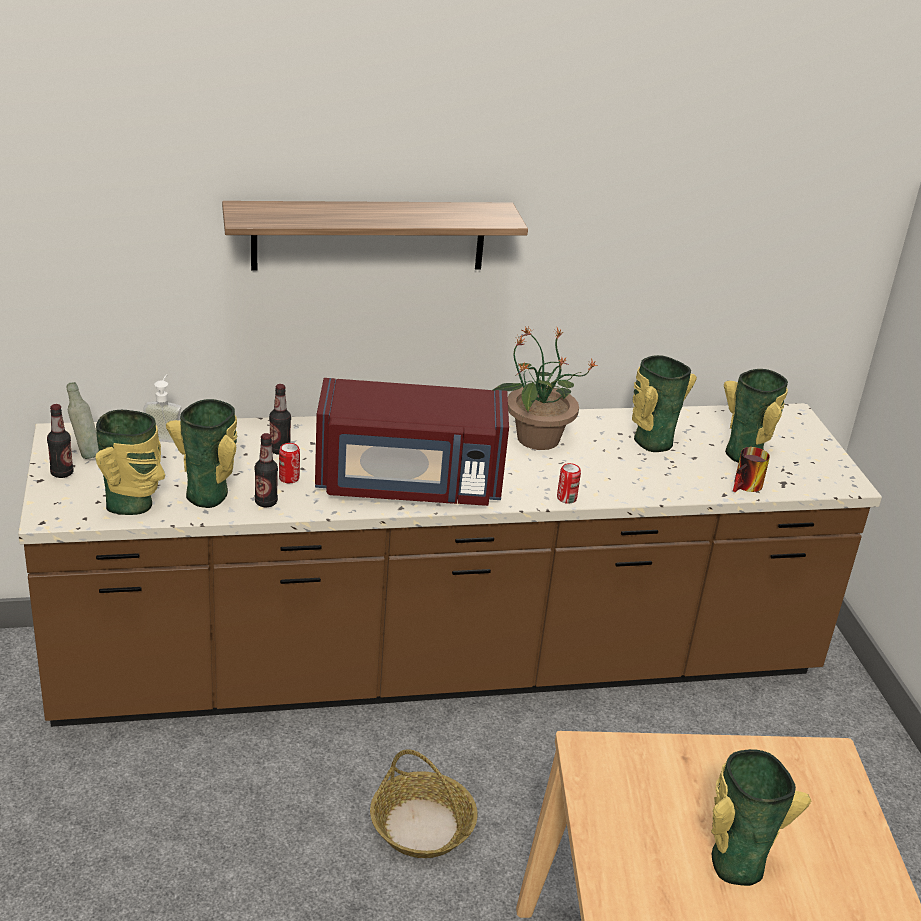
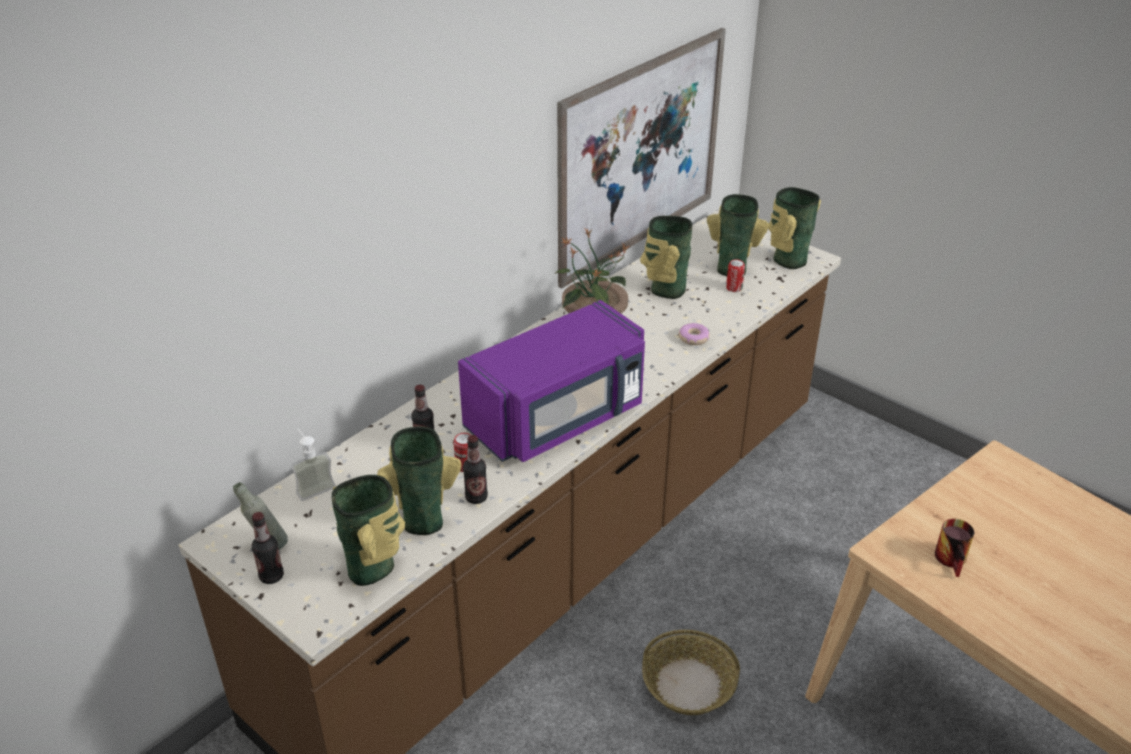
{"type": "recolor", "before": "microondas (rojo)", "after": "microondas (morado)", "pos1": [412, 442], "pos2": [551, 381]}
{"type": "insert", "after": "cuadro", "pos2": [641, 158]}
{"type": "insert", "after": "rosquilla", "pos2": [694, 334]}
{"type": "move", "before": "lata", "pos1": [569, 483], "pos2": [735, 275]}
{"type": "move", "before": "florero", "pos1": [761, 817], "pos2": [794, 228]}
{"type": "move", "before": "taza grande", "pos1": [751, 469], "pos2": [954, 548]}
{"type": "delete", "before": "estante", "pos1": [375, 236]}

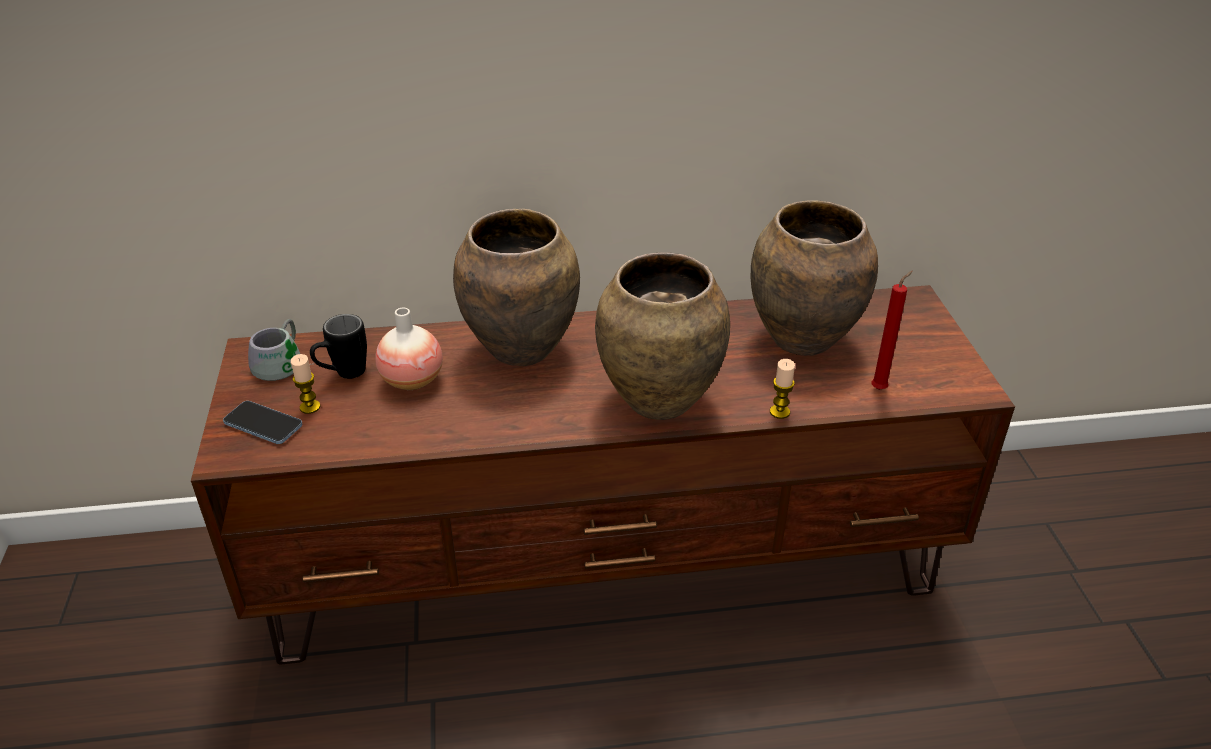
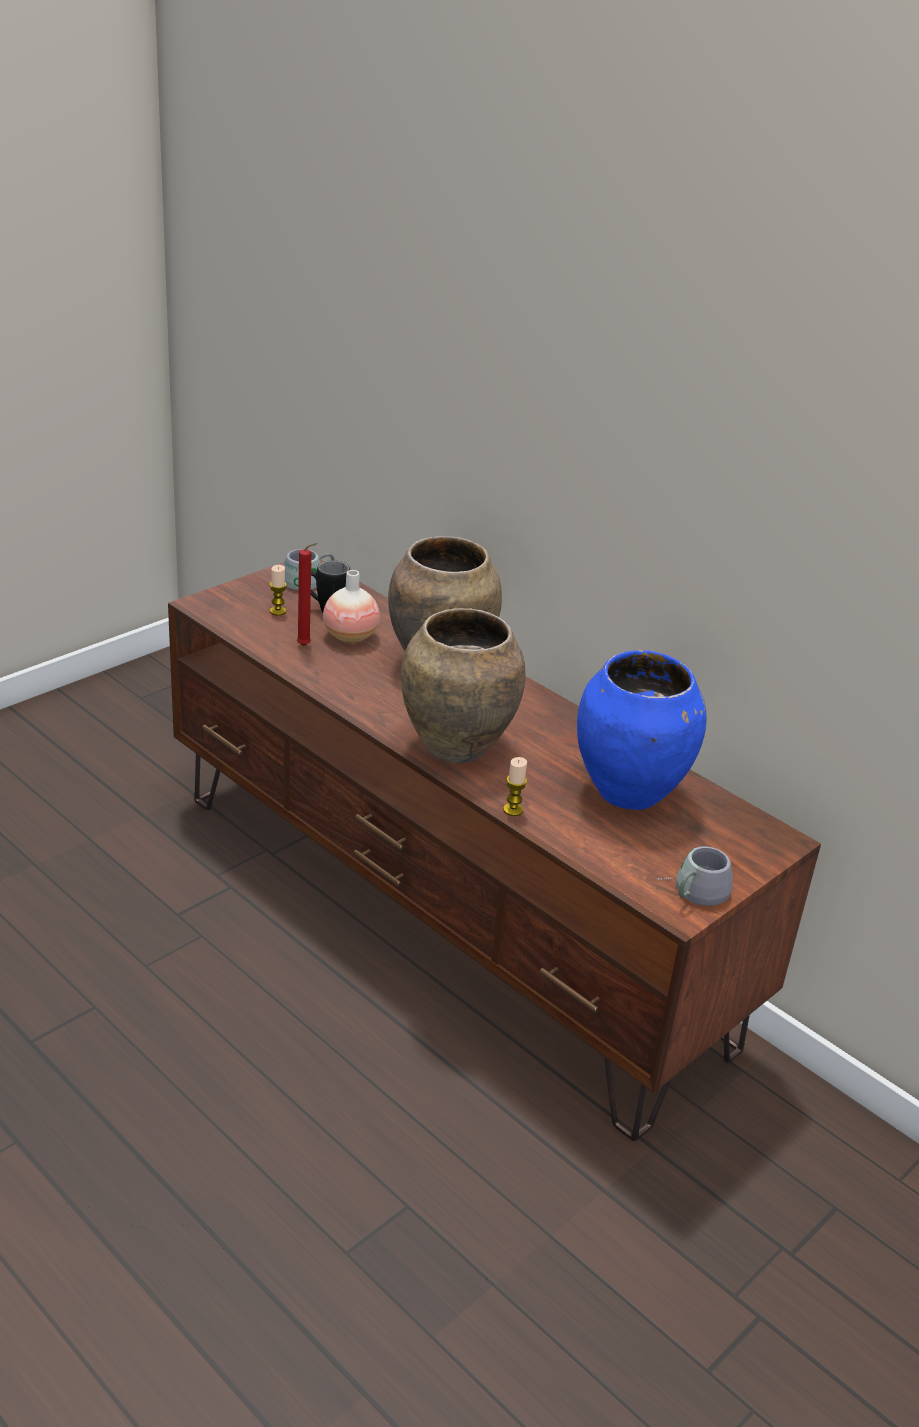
{"type": "move", "before": "vela (rojo)", "pos1": [892, 330], "pos2": [307, 594]}
{"type": "recolor", "before": "florero (marrón)", "after": "florero (azul)", "pos1": [814, 278], "pos2": [641, 730]}
{"type": "insert", "after": "taza grande (gris)", "pos2": [694, 876]}
{"type": "delete", "before": "móvil", "pos1": [262, 422]}

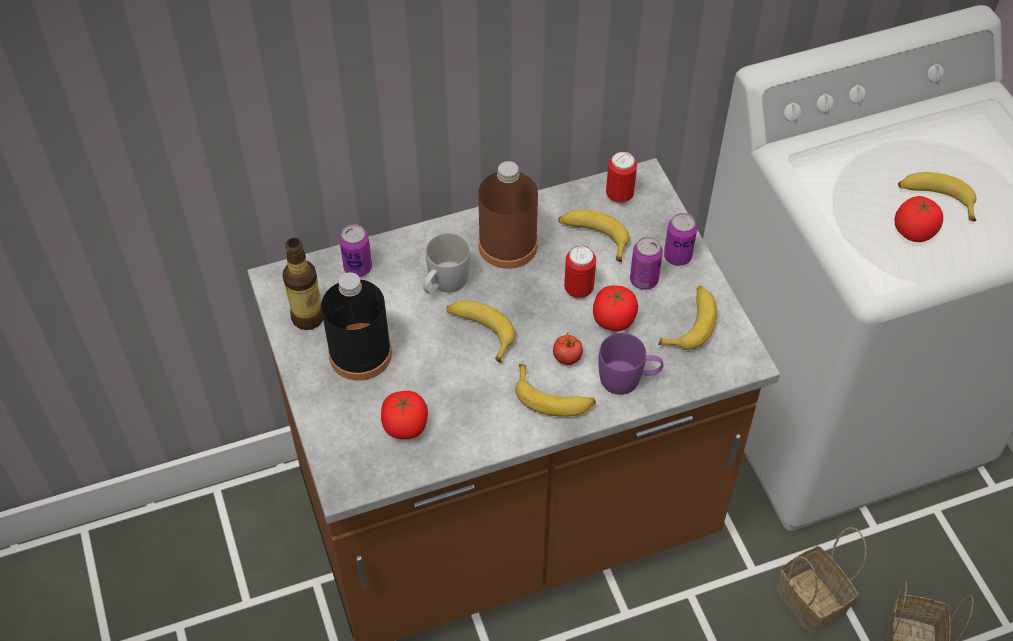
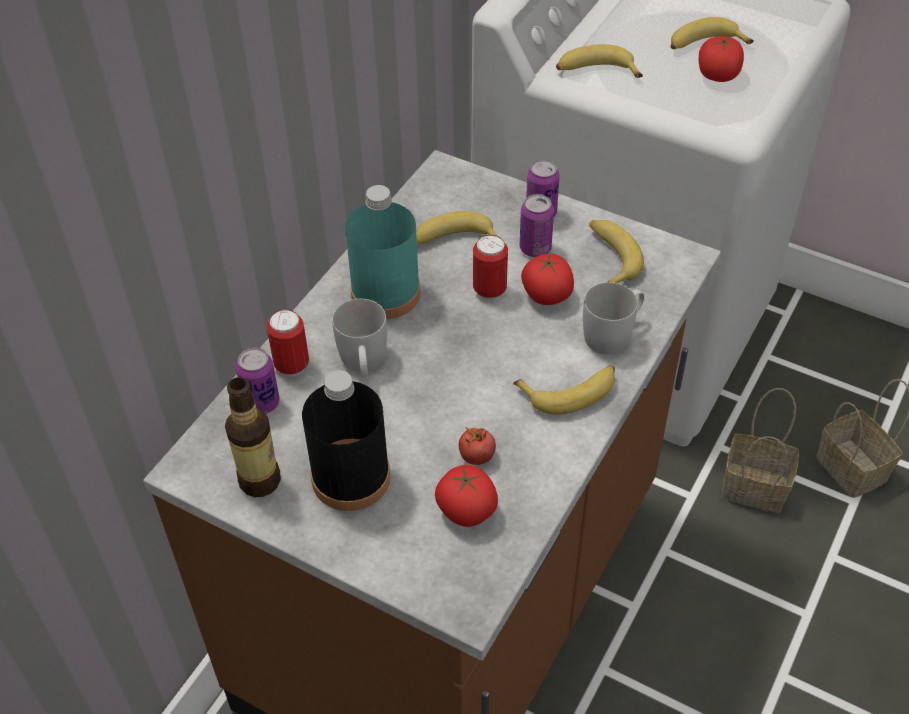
{"type": "move", "before": "lata", "pos1": [621, 177], "pos2": [288, 342]}
{"type": "recolor", "before": "botella (marrón)", "after": "botella (turquesa)", "pos1": [508, 215], "pos2": [383, 252]}
{"type": "move", "before": "tomate", "pos1": [568, 348], "pos2": [477, 446]}
{"type": "move", "before": "plátano", "pos1": [480, 331], "pos2": [599, 61]}
{"type": "recolor", "before": "taza grande (morado)", "after": "taza grande (blanco)", "pos1": [630, 364], "pos2": [613, 318]}

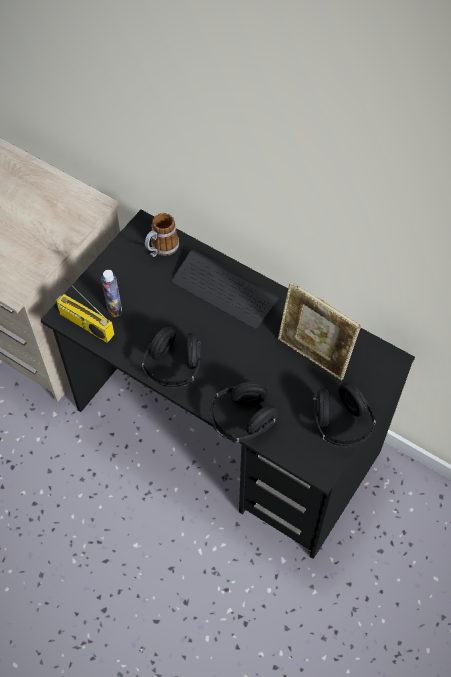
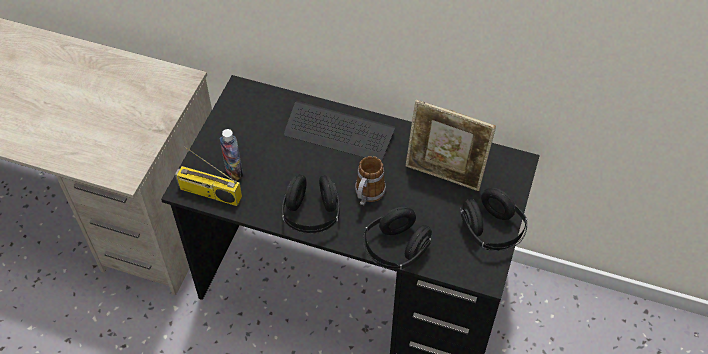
{"type": "move", "before": "taza grande", "pos1": [162, 235], "pos2": [370, 180]}

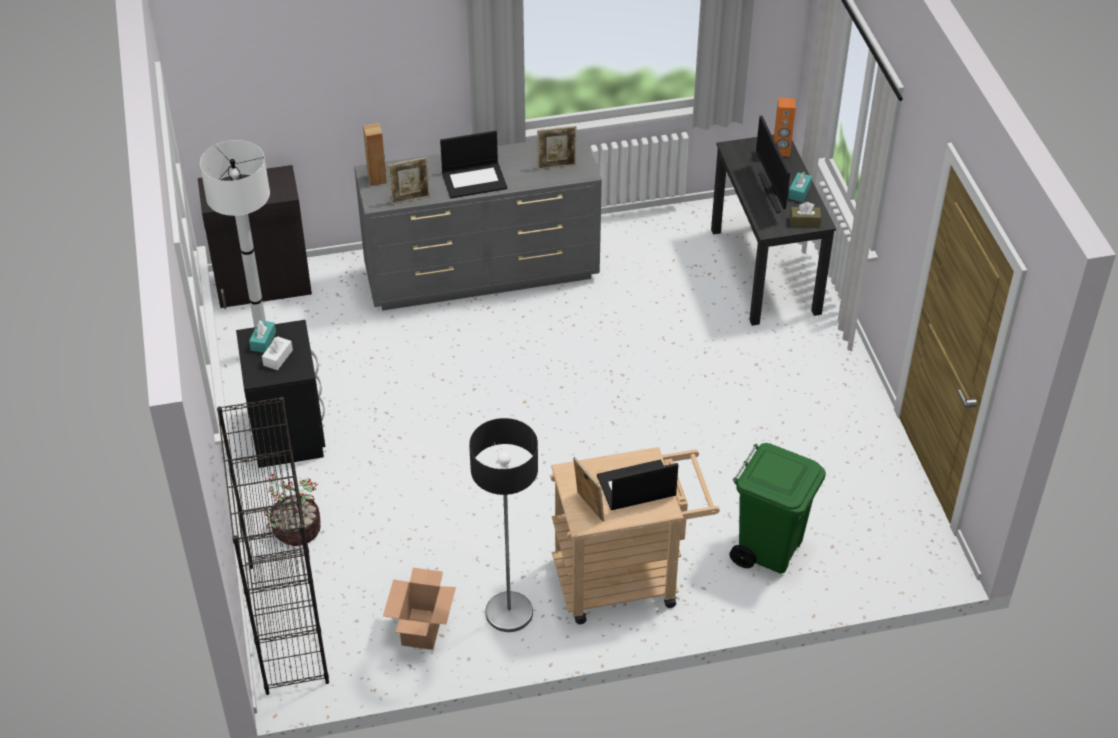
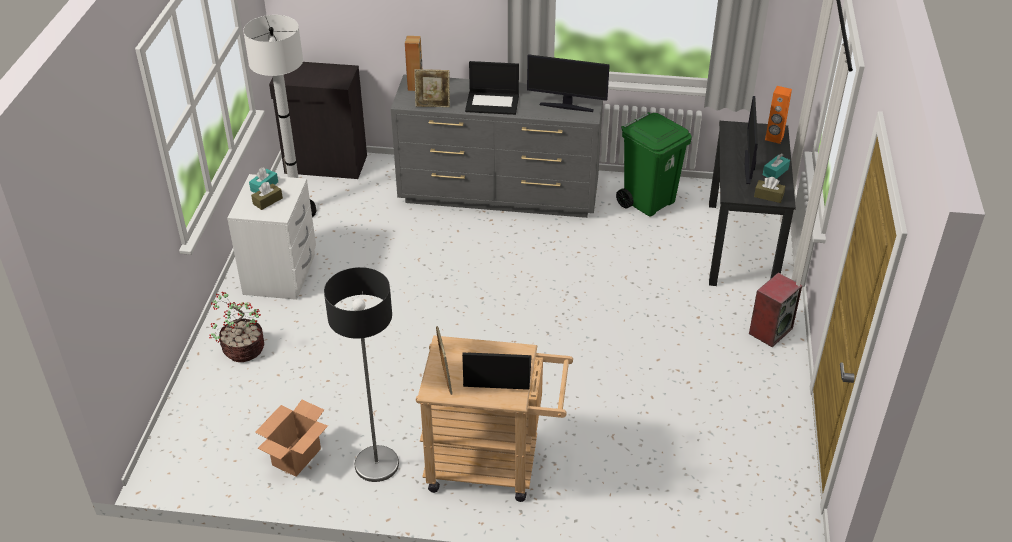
{"type": "recolor", "before": "mesita de noche (negro)", "after": "mesita de noche (blanco)", "pos1": [280, 394], "pos2": [271, 237]}
{"type": "recolor", "before": "caja de pañuelos (blanco)", "after": "caja de pañuelos (marrón)", "pos1": [277, 353], "pos2": [267, 196]}
{"type": "replace", "before": "portarretratos", "after": "monitor", "pos1": [557, 148], "pos2": [568, 83]}
{"type": "move", "before": "papelera (verde)", "pos1": [778, 508], "pos2": [654, 164]}
{"type": "insert", "after": "altavoz", "pos2": [775, 310]}
{"type": "delete", "before": "estantería (negro)", "pos1": [273, 546]}

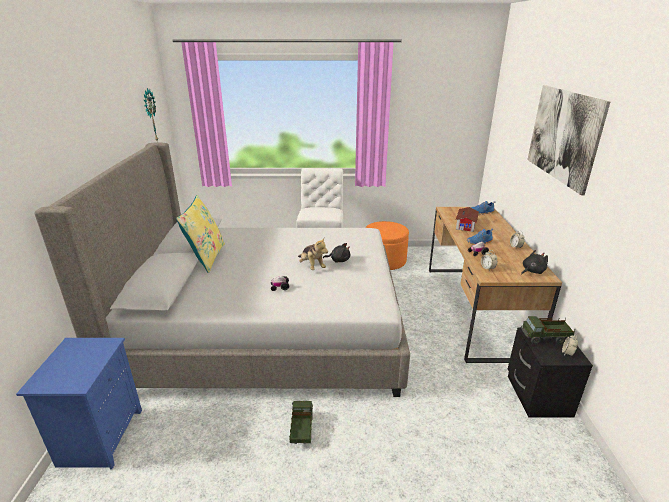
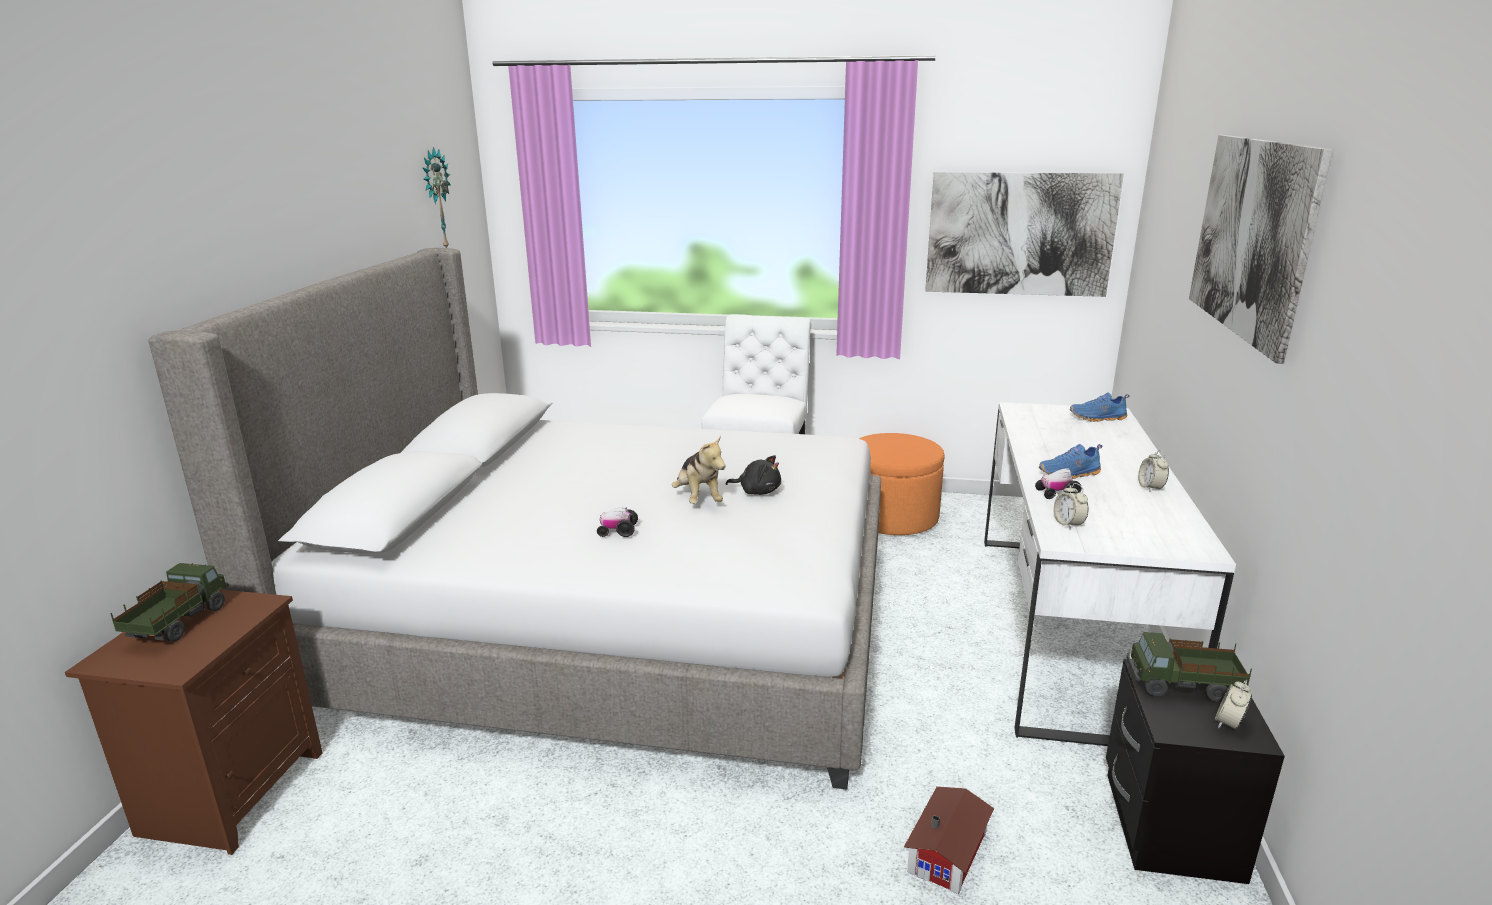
{"type": "recolor", "before": "mesita de noche (azul)", "after": "mesita de noche (marrón)", "pos1": [79, 403], "pos2": [194, 722]}
{"type": "move", "before": "camión de juguete", "pos1": [301, 422], "pos2": [170, 602]}
{"type": "move", "before": "casita", "pos1": [467, 219], "pos2": [949, 840]}
{"type": "insert", "after": "cuadro", "pos2": [1024, 234]}
{"type": "recolor", "before": "escritorio (marrón)", "after": "escritorio (blanco)", "pos1": [495, 285], "pos2": [1110, 574]}
{"type": "delete", "before": "cojín (amarillo)", "pos1": [200, 234]}
{"type": "delete", "before": "peluche (negro)", "pos1": [534, 262]}

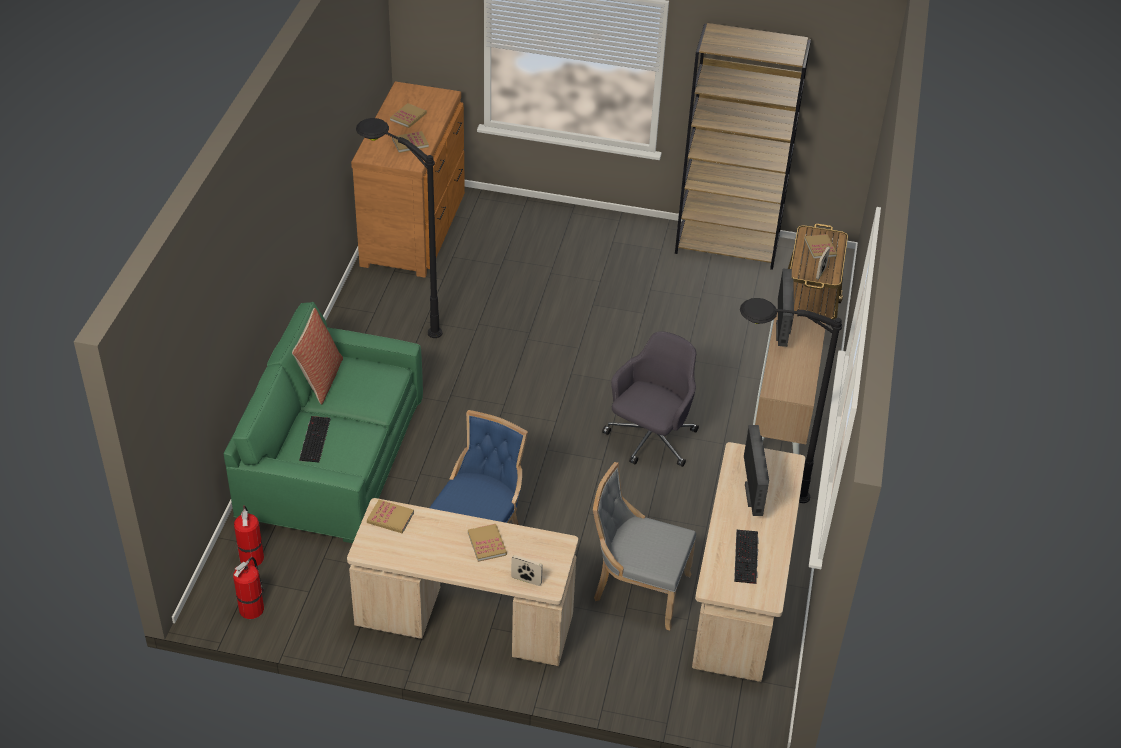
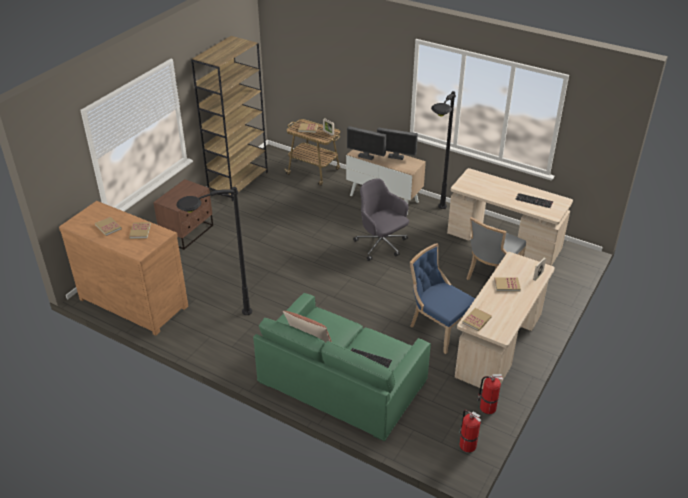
{"type": "insert", "after": "mesita de noche (marrón)", "pos2": [183, 214]}
{"type": "move", "before": "monitor", "pos1": [756, 470], "pos2": [397, 143]}
{"type": "move", "before": "extintor", "pos1": [249, 536], "pos2": [490, 394]}

